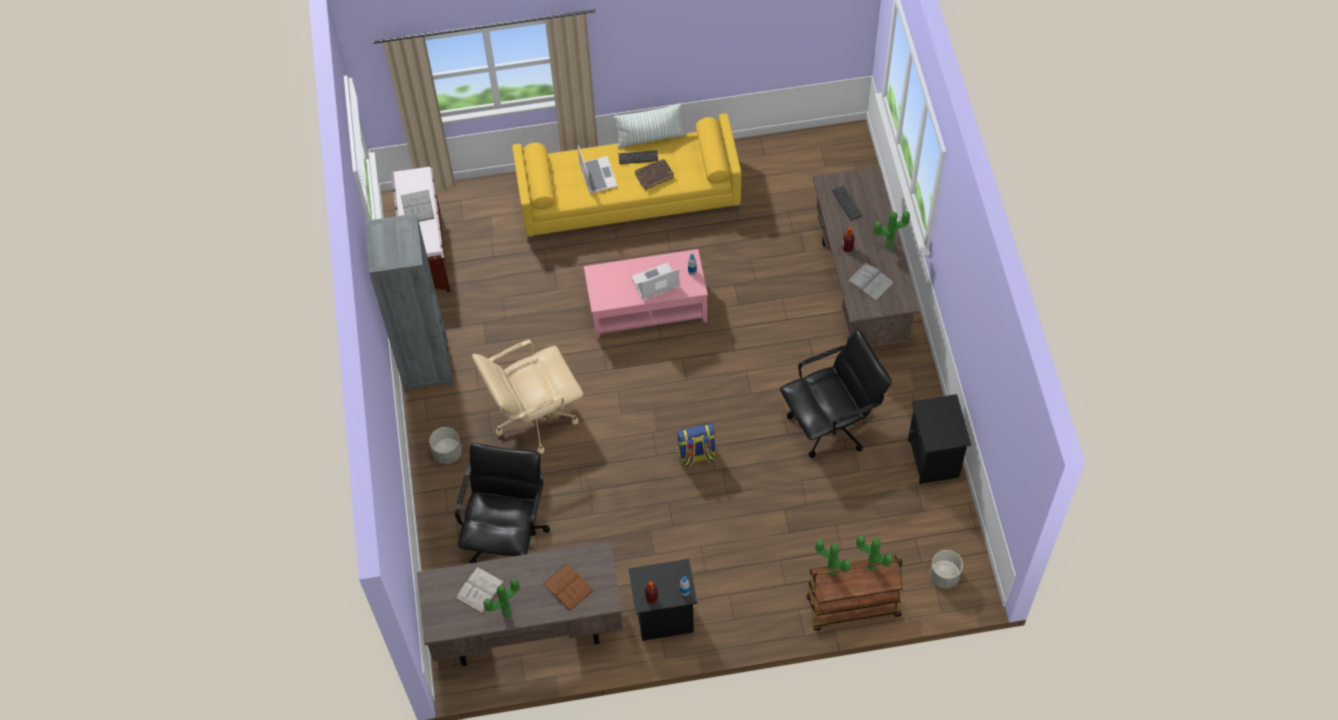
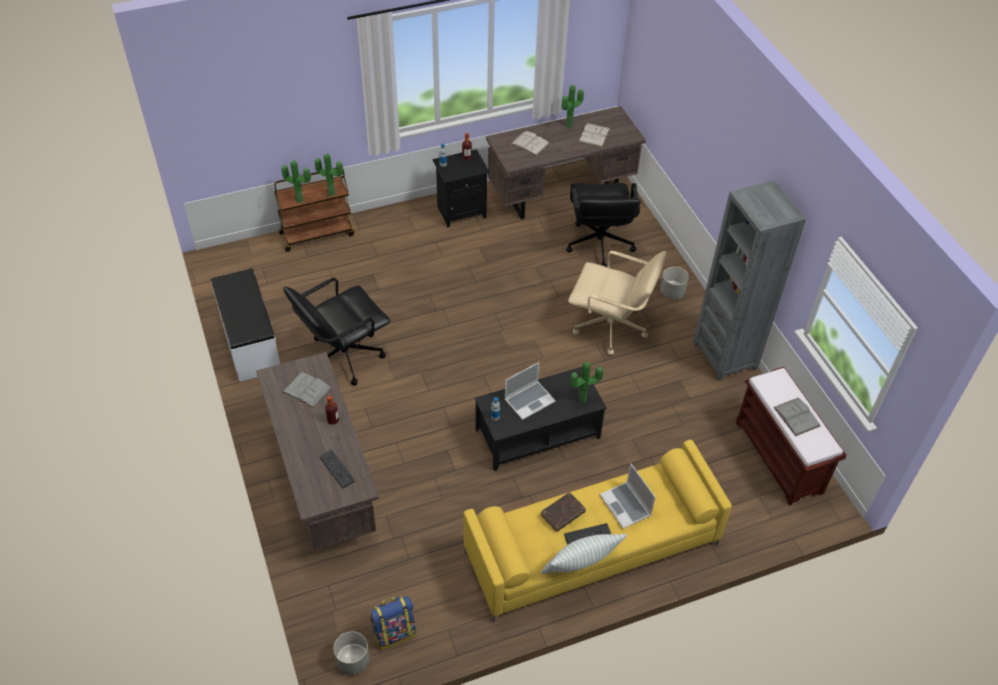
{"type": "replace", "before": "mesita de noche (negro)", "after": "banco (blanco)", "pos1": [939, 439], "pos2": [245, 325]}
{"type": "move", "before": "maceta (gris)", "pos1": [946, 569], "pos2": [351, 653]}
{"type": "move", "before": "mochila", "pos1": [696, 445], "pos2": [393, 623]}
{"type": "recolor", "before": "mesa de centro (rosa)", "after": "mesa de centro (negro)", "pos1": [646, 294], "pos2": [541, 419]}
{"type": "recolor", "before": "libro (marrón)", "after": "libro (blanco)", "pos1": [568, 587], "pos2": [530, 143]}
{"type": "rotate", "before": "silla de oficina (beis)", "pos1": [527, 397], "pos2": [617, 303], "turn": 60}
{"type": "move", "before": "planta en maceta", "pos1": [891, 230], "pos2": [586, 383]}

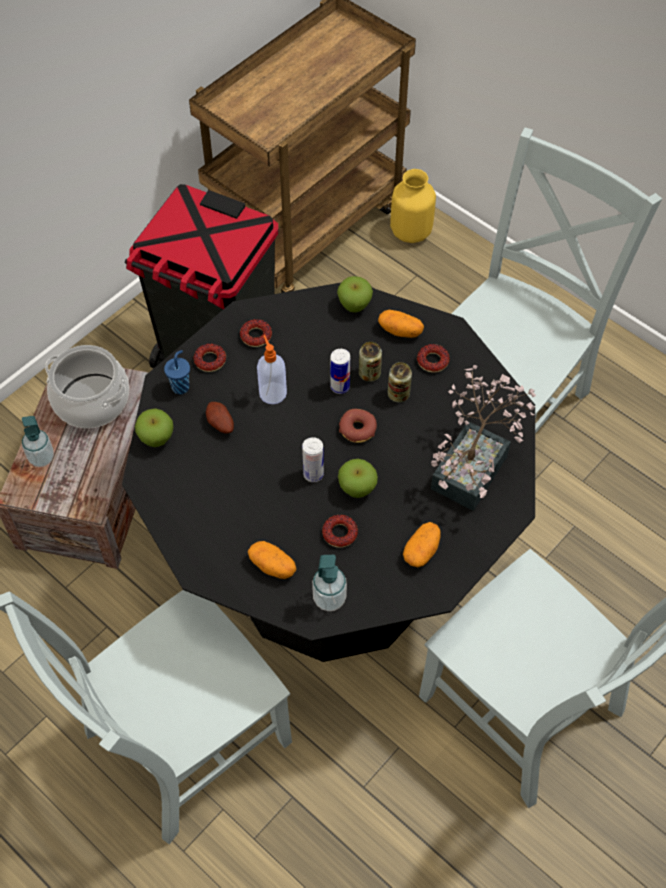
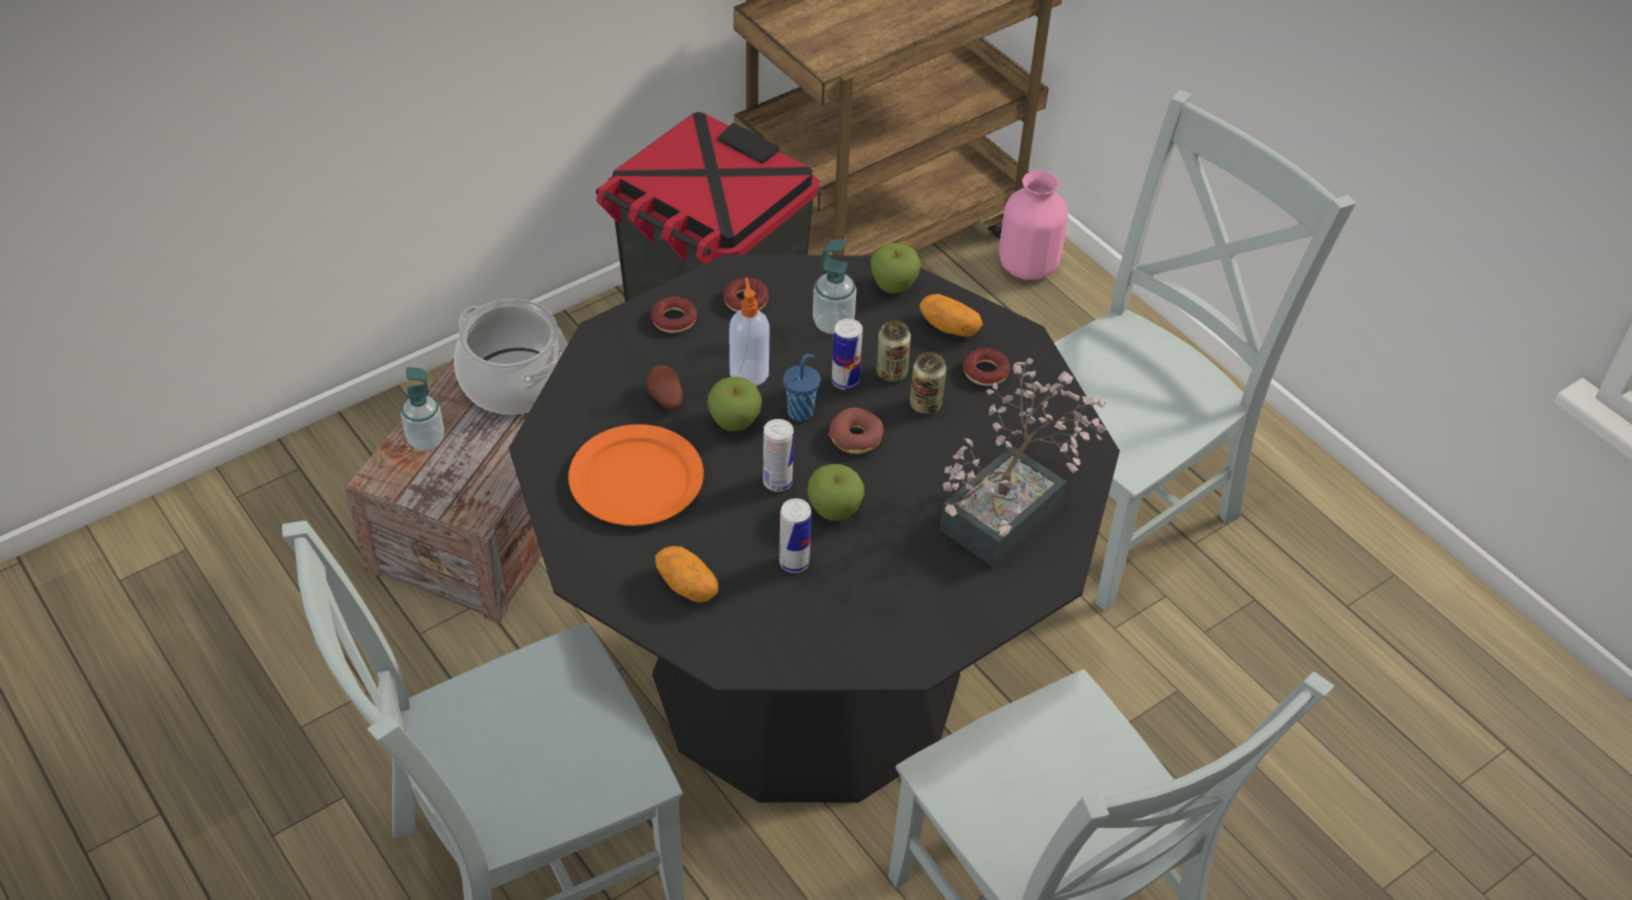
{"type": "insert", "after": "plato (naranja)", "pos2": [636, 475]}
{"type": "move", "before": "manzana", "pos1": [154, 427], "pos2": [734, 404]}
{"type": "replace", "before": "rosquilla", "after": "lata", "pos1": [340, 531], "pos2": [795, 535]}
{"type": "move", "before": "taza (azul)", "pos1": [177, 372], "pos2": [801, 387]}
{"type": "move", "before": "dispensador de jabón", "pos1": [329, 583], "pos2": [835, 286]}
{"type": "recolor", "before": "florero (amarillo)", "after": "florero (rosa)", "pos1": [413, 206], "pos2": [1033, 225]}
{"type": "delete", "before": "patata", "pos1": [422, 544]}

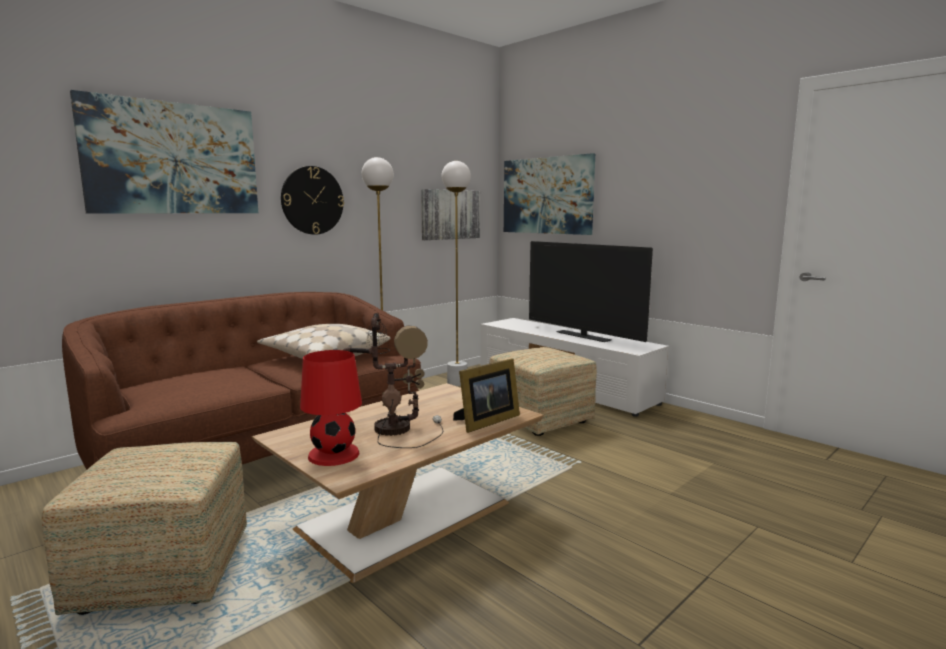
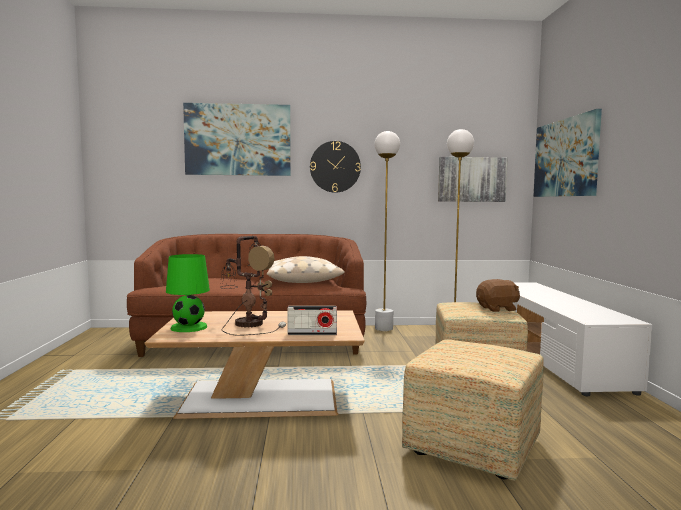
{"type": "recolor", "before": "lámpara de mesa (rojo)", "after": "lámpara de mesa (verde)", "pos1": [331, 408], "pos2": [188, 293]}
{"type": "replace", "before": "portarretratos", "after": "radio", "pos1": [486, 395], "pos2": [312, 320]}
{"type": "move", "before": "puf", "pos1": [144, 528], "pos2": [473, 410]}
{"type": "insert", "after": "peluche (marrón)", "pos2": [498, 295]}
{"type": "delete", "before": "televisor", "pos1": [591, 291]}

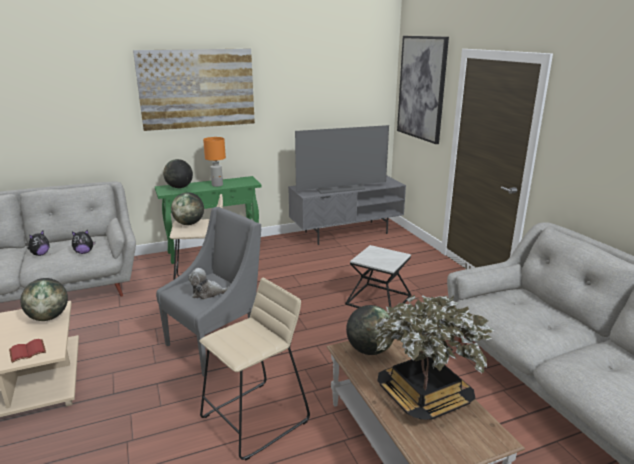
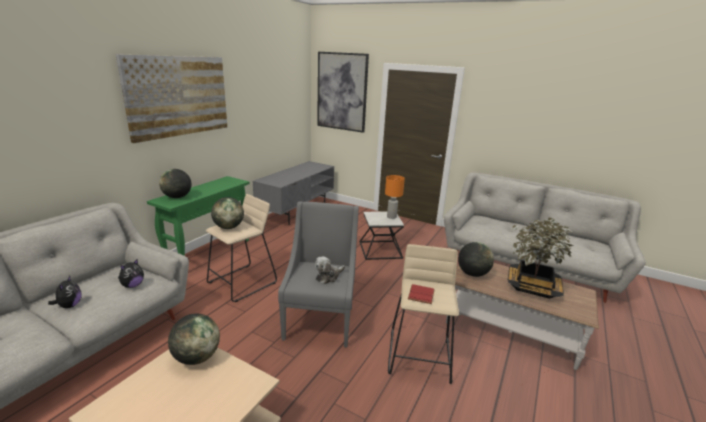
{"type": "move", "before": "lámpara de mesa (naranja)", "pos1": [214, 162], "pos2": [395, 197]}
{"type": "move", "before": "libro (rojo)", "pos1": [27, 351], "pos2": [421, 294]}
{"type": "delete", "before": "televisor", "pos1": [342, 159]}

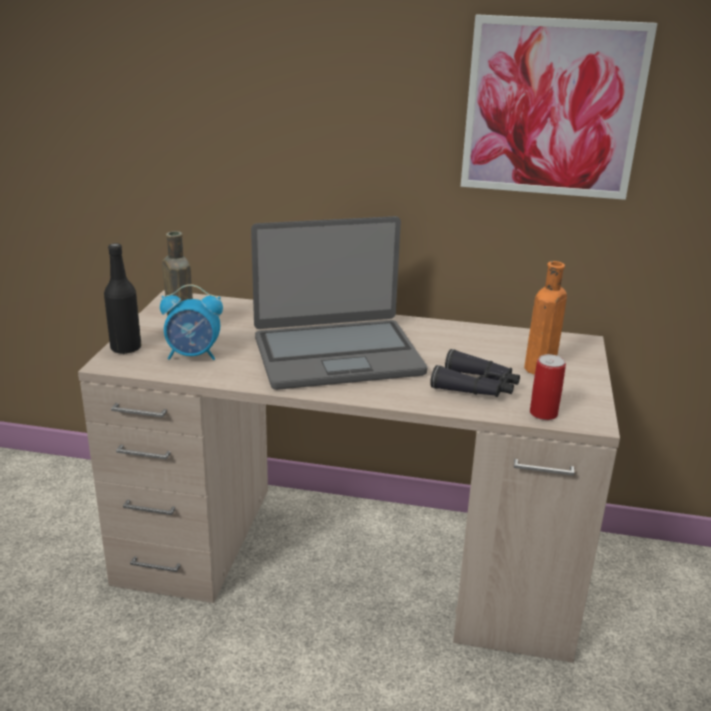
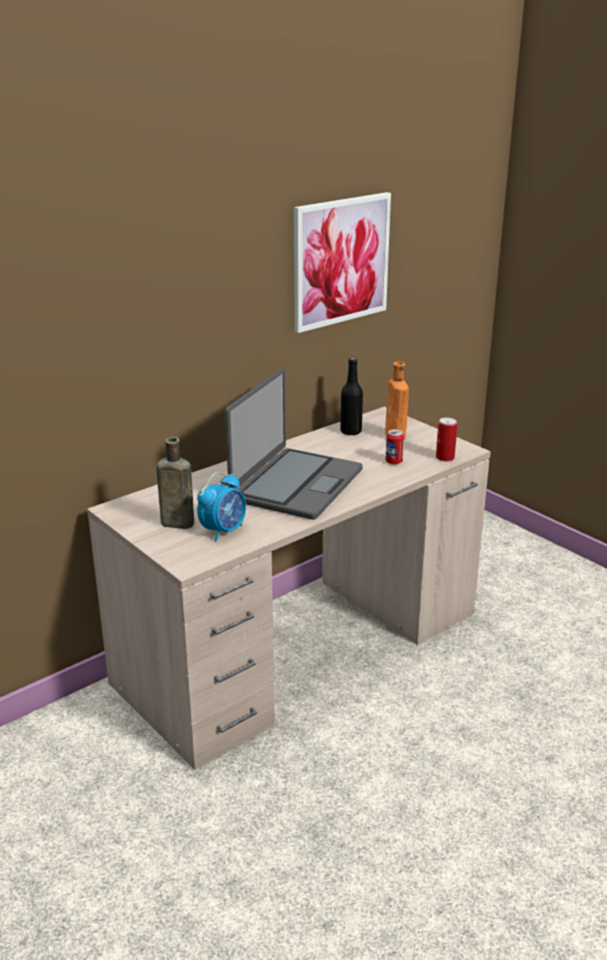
{"type": "move", "before": "botella (negro)", "pos1": [122, 298], "pos2": [351, 396]}
{"type": "replace", "before": "prismáticos (negro)", "after": "lata", "pos1": [475, 373], "pos2": [395, 447]}

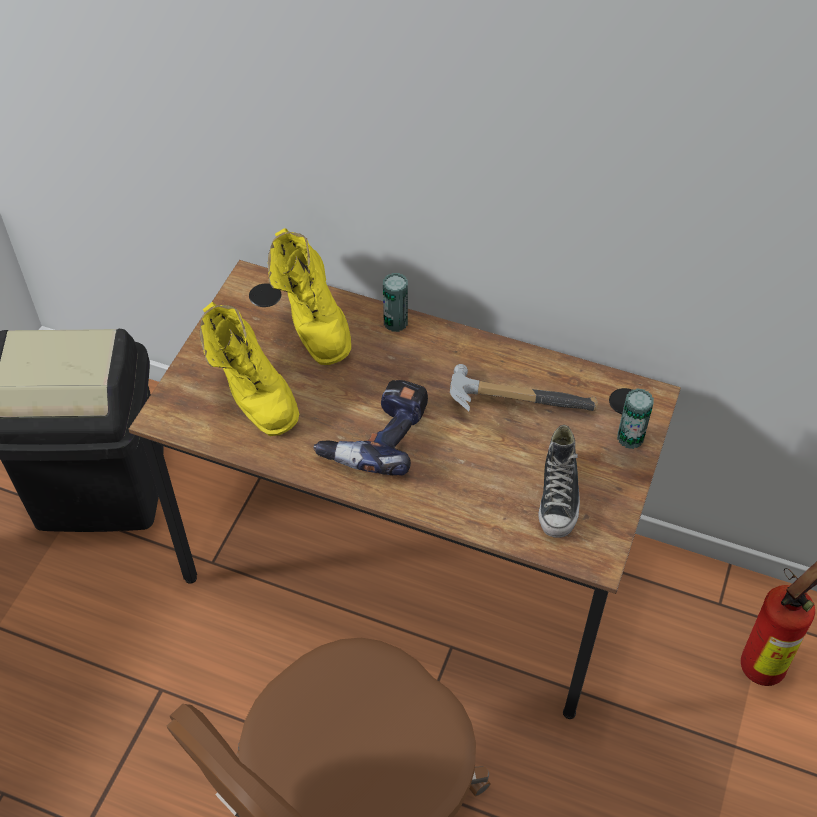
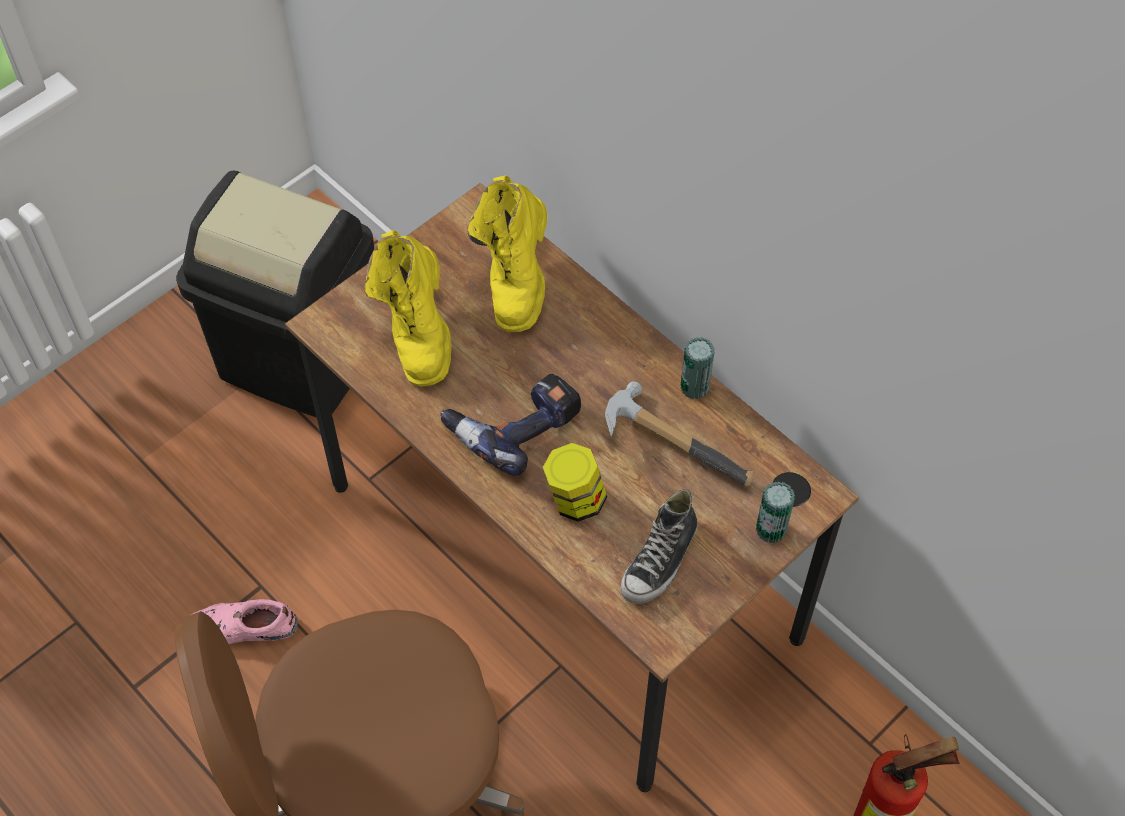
{"type": "insert", "after": "zapato (rosa)", "pos2": [244, 621]}
{"type": "insert", "after": "tarro", "pos2": [575, 482]}
{"type": "move", "before": "lata", "pos1": [395, 302], "pos2": [697, 368]}

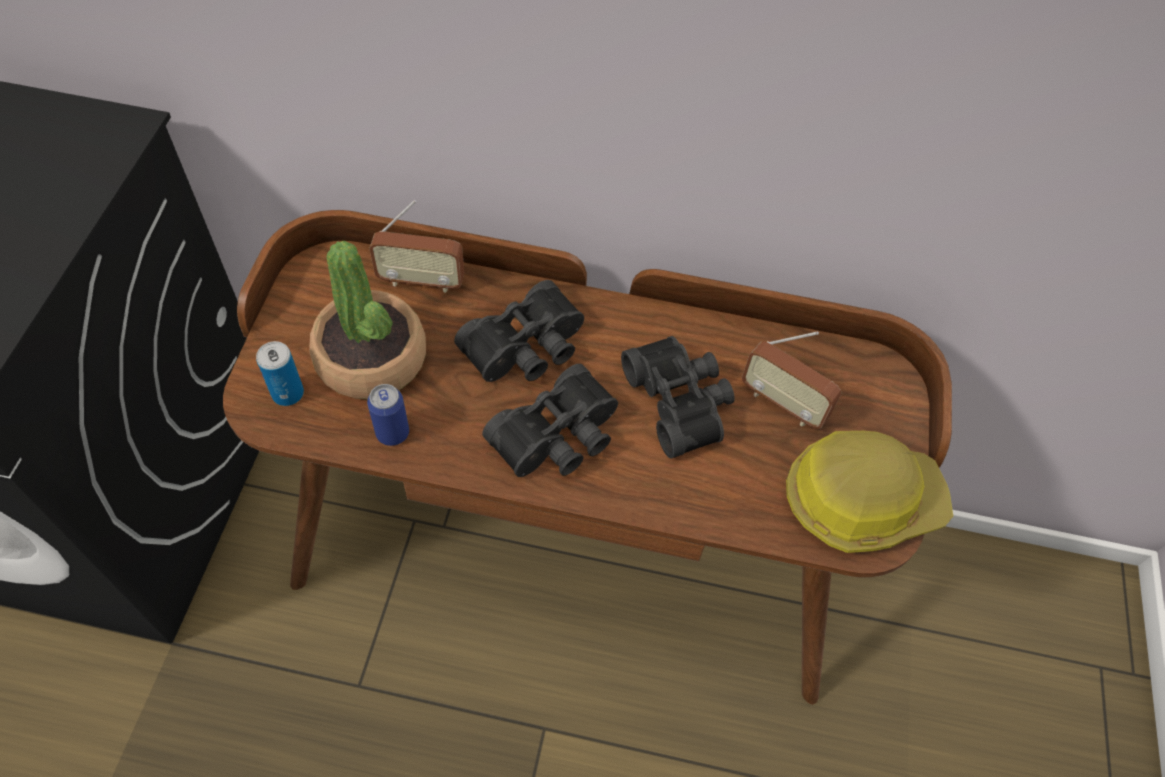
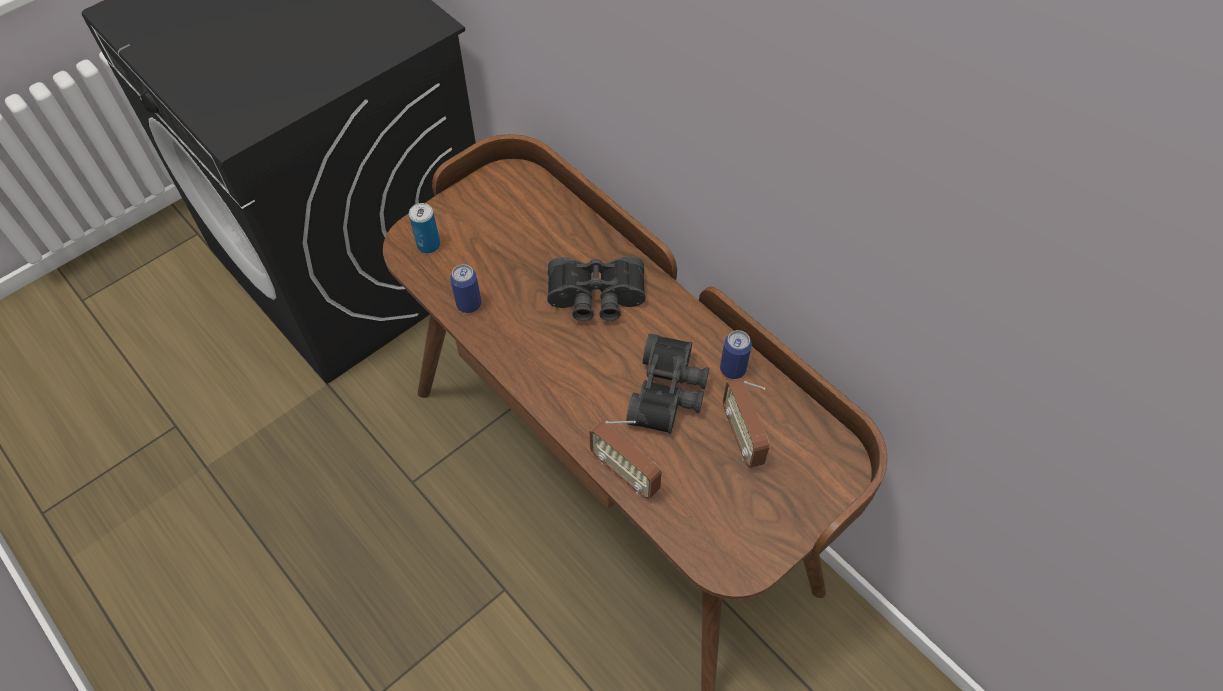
{"type": "move", "before": "radio", "pos1": [416, 246], "pos2": [625, 460]}
{"type": "insert", "after": "lata", "pos2": [736, 354]}
{"type": "delete", "before": "planta en maceta", "pos1": [367, 320]}
{"type": "delete", "before": "prismáticos (negro)", "pos1": [550, 420]}
{"type": "delete", "before": "casco", "pos1": [869, 492]}

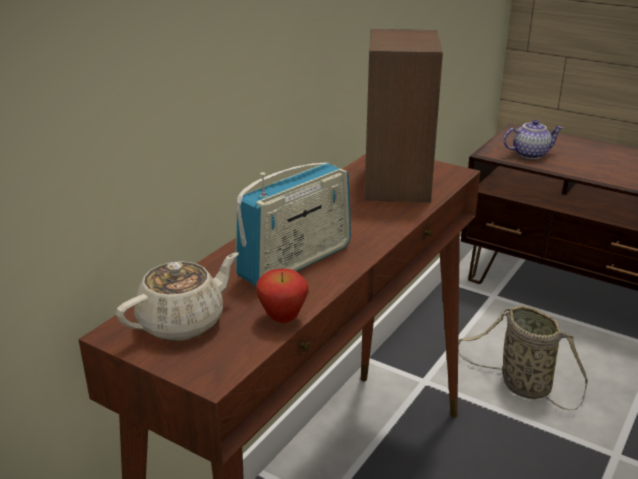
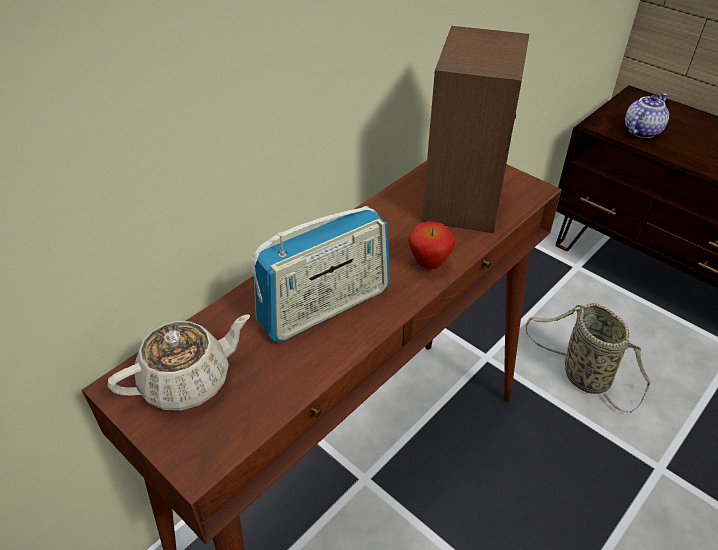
{"type": "move", "before": "manzana", "pos1": [282, 296], "pos2": [431, 245]}
{"type": "rotate", "before": "tetera", "pos1": [533, 139], "pos2": [647, 115], "turn": -45}

